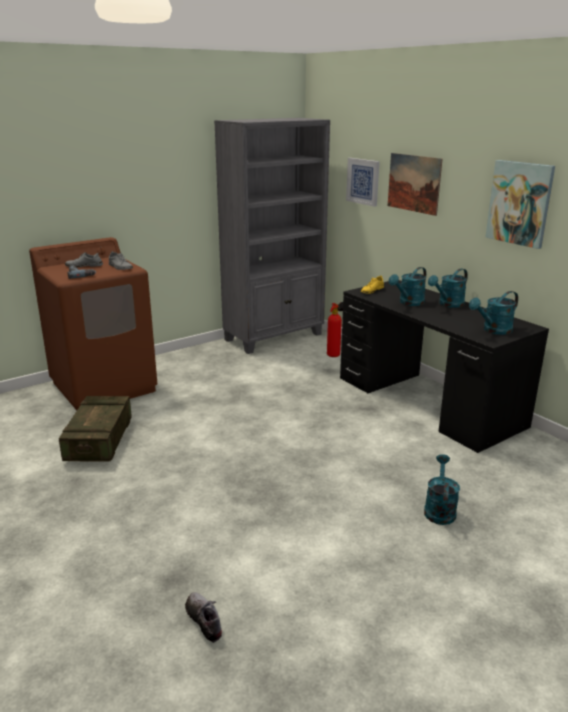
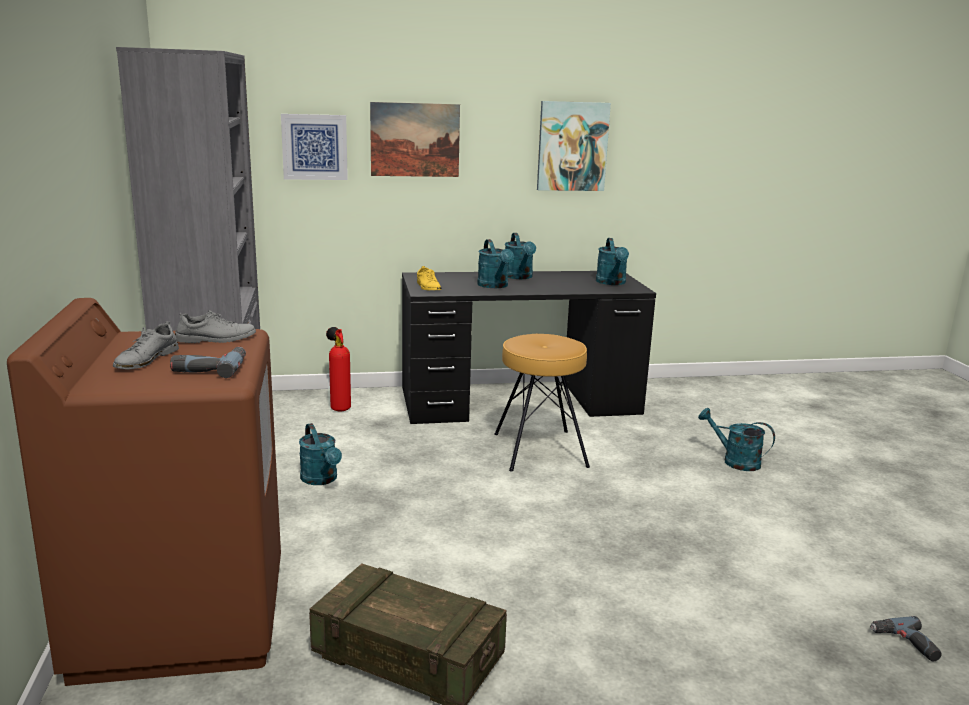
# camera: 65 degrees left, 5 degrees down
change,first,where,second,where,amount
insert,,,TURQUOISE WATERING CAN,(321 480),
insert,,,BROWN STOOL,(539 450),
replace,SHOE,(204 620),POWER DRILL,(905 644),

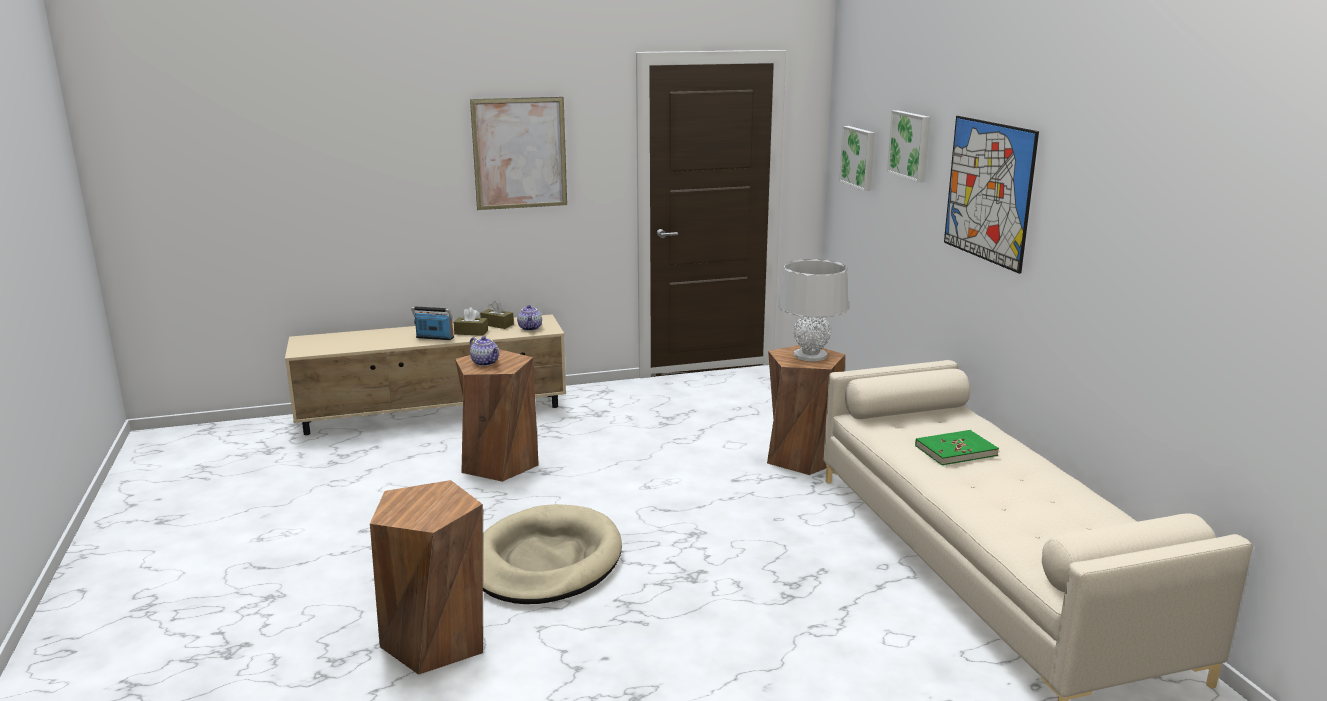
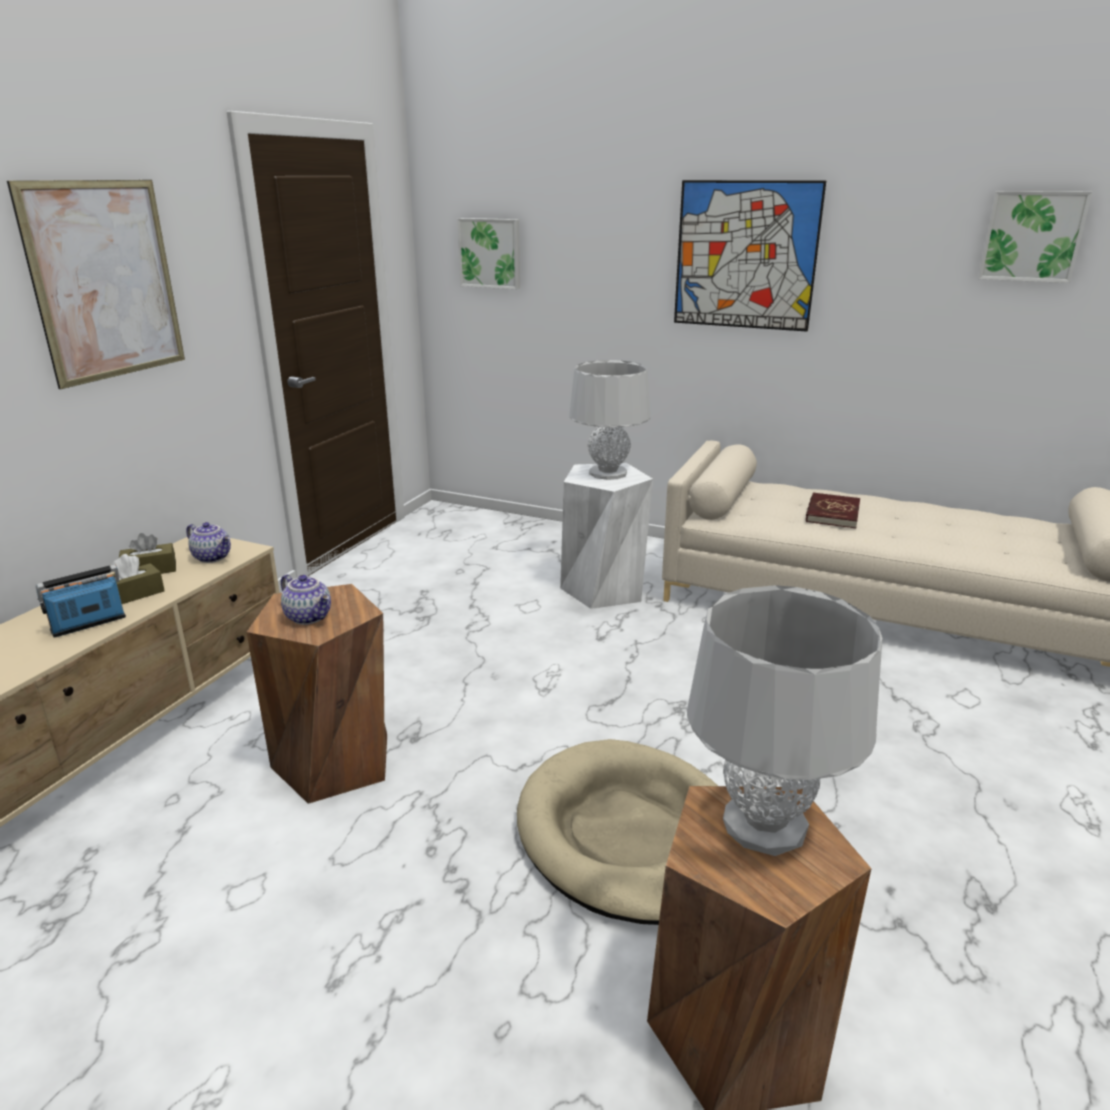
# camera: 50 degrees left, 5 degrees up
change,first,where,second,where,amount
insert,,,GREY TABLE LAMP,(765 824),
move,PICTURE,(911 145),,(1032 236),
recolor,BROWN STOOL,(802 457),WHITE STOOL,(603 589),
recolor,GREEN BOOK,(955 450),RED BOOK,(832 513),
rotate,TEAPOT,(486 363),,(309 617),45 degrees clockwise

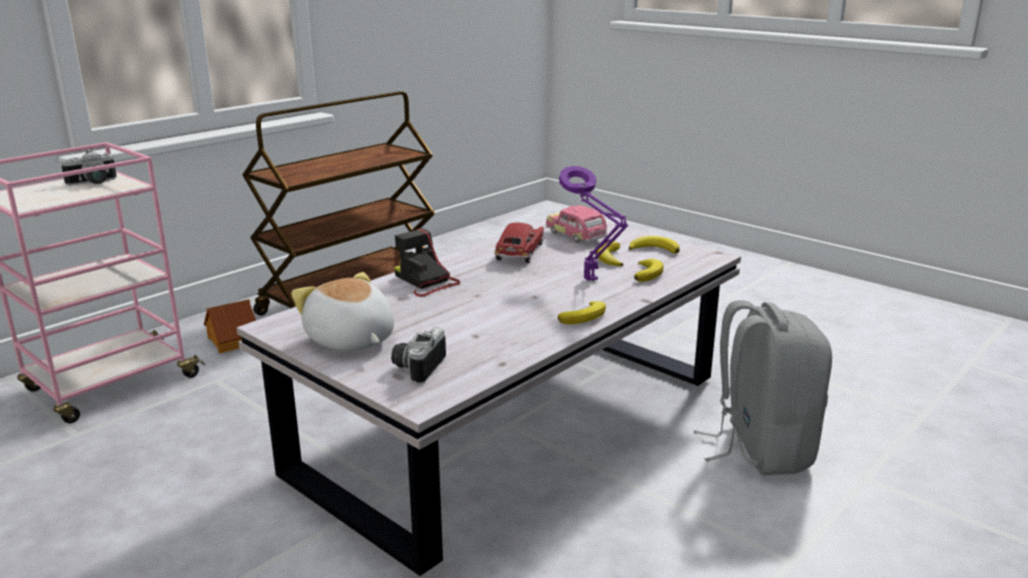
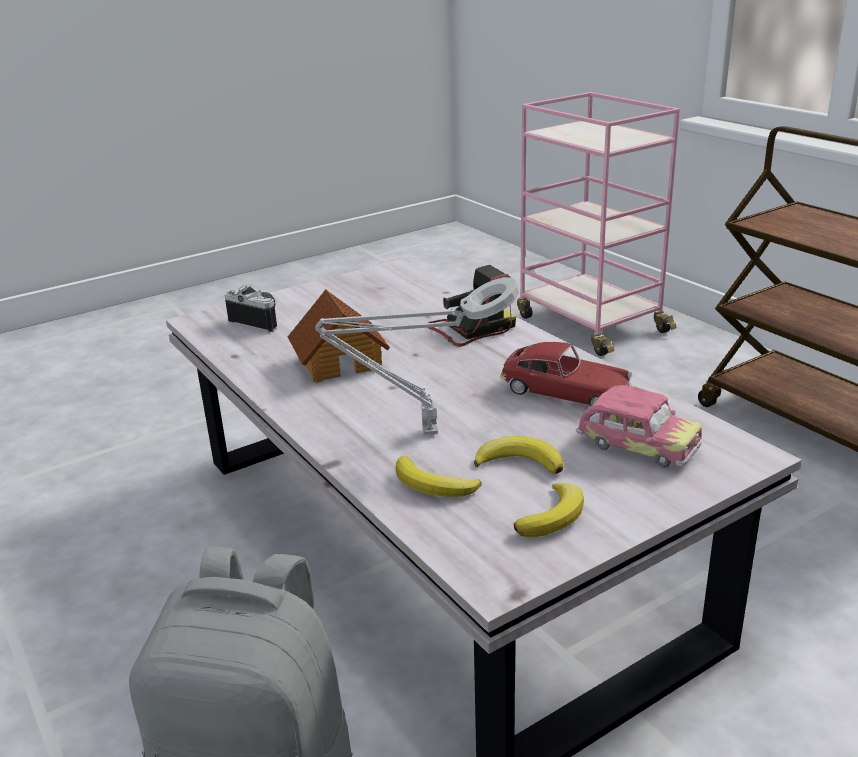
# camera: 105 degrees right, 5 degrees up
change,first,where,second,where,amount
delete,PHOTO CAMERA,(93 183),,,
delete,PLUSH TOY,(350 340),,,
delete,BANANA,(585 317),,,
move,TOY HOUSE,(232 341),,(340 362),
recolor,PURPLE TABLE LAMP,(592 281),GREY TABLE LAMP,(423 432),
rotate,TOY CAR,(576 236),,(637 446),60 degrees clockwise

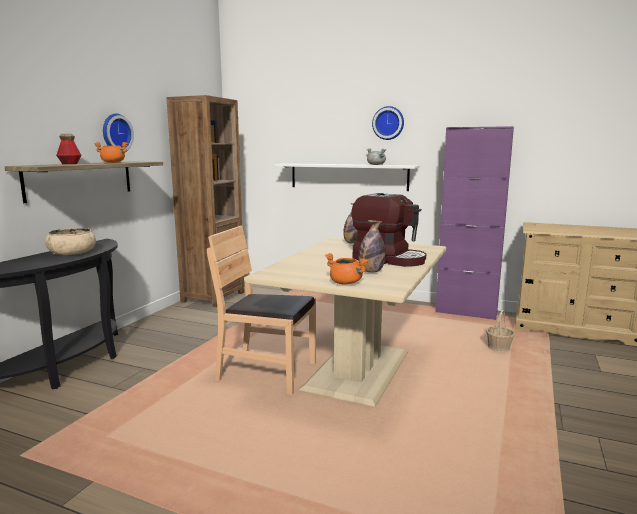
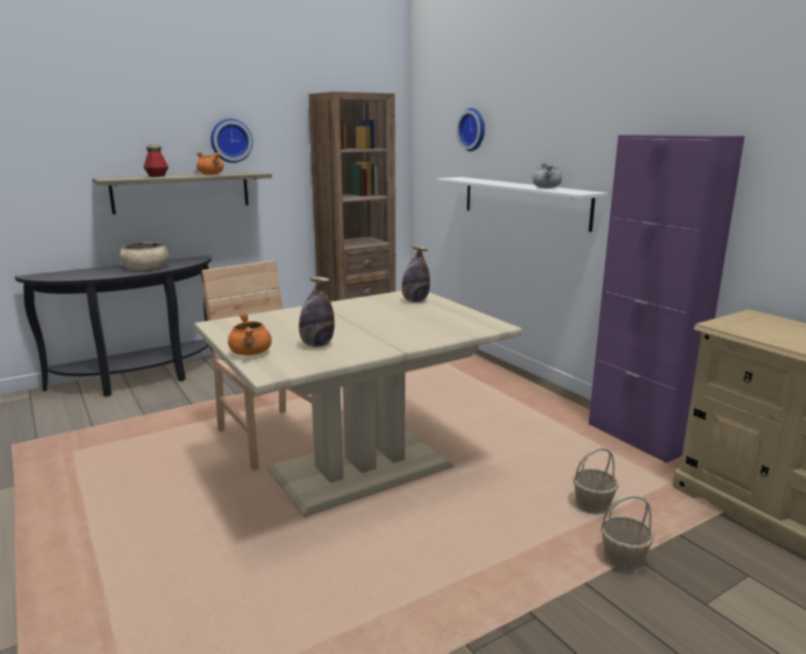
# camera: 35 degrees right, 5 degrees up
change,first,where,second,where,amount
delete,COFFEE MACHINE,(389 259),,,
insert,,,BASKET,(624 558),
move,WALL CLOCK,(388 123),,(473 129),

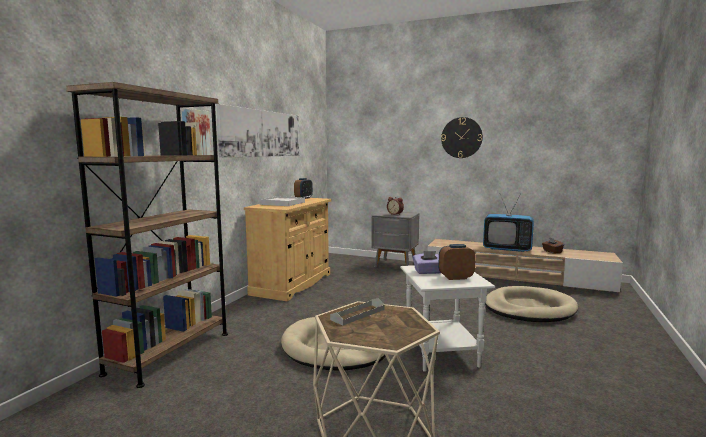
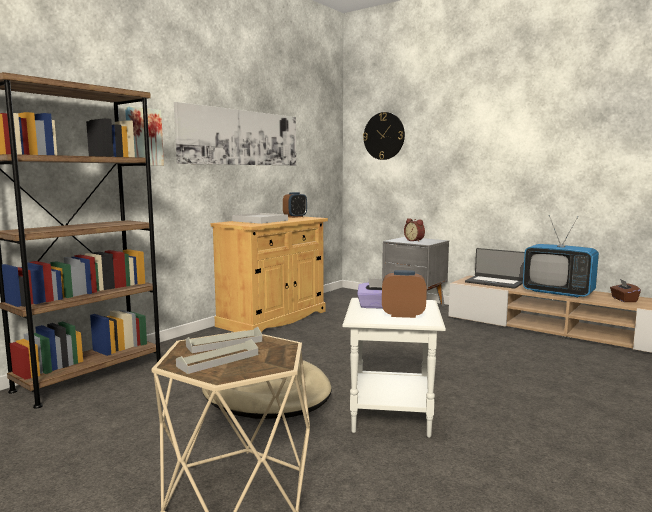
# camera: 15 degrees right, 0 degrees up
change,first,where,second,where,amount
delete,BEIGE DOG BED,(529 308),,,
insert,,,GREY TRAY,(218 360),
insert,,,LAPTOP,(494 282),
move,WALL CLOCK,(461 137),,(384 136),

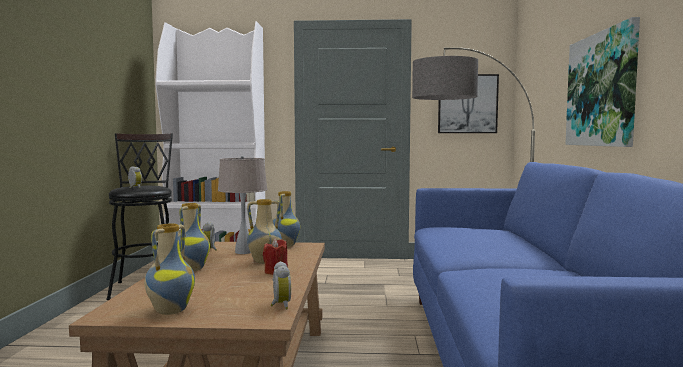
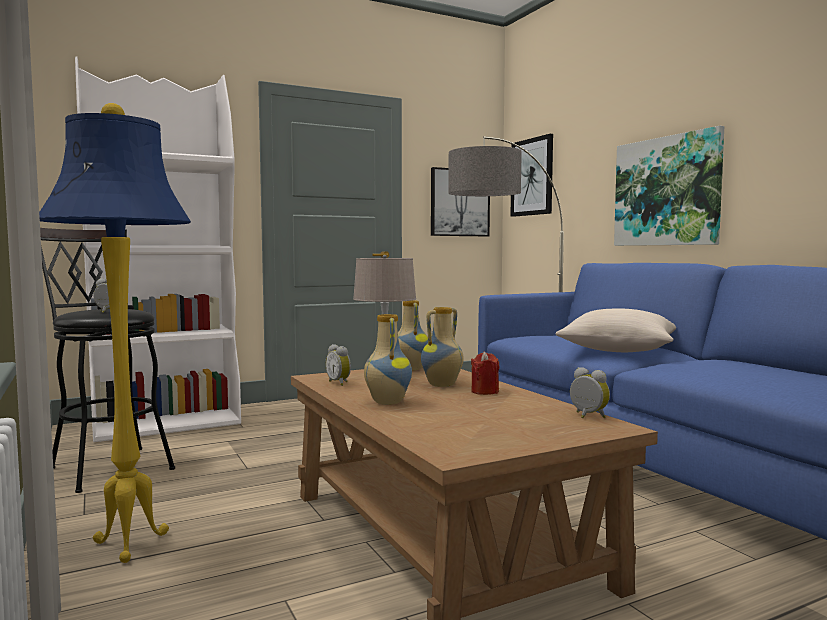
# camera: 30 degrees left, 0 degrees up
change,first,where,second,where,amount
delete,VASE,(170 311),,,
insert,,,BLUE FLOOR LAMP,(131 547),
insert,,,PICTURE,(532 177),
insert,,,BEIGE PILLOW,(618 350),

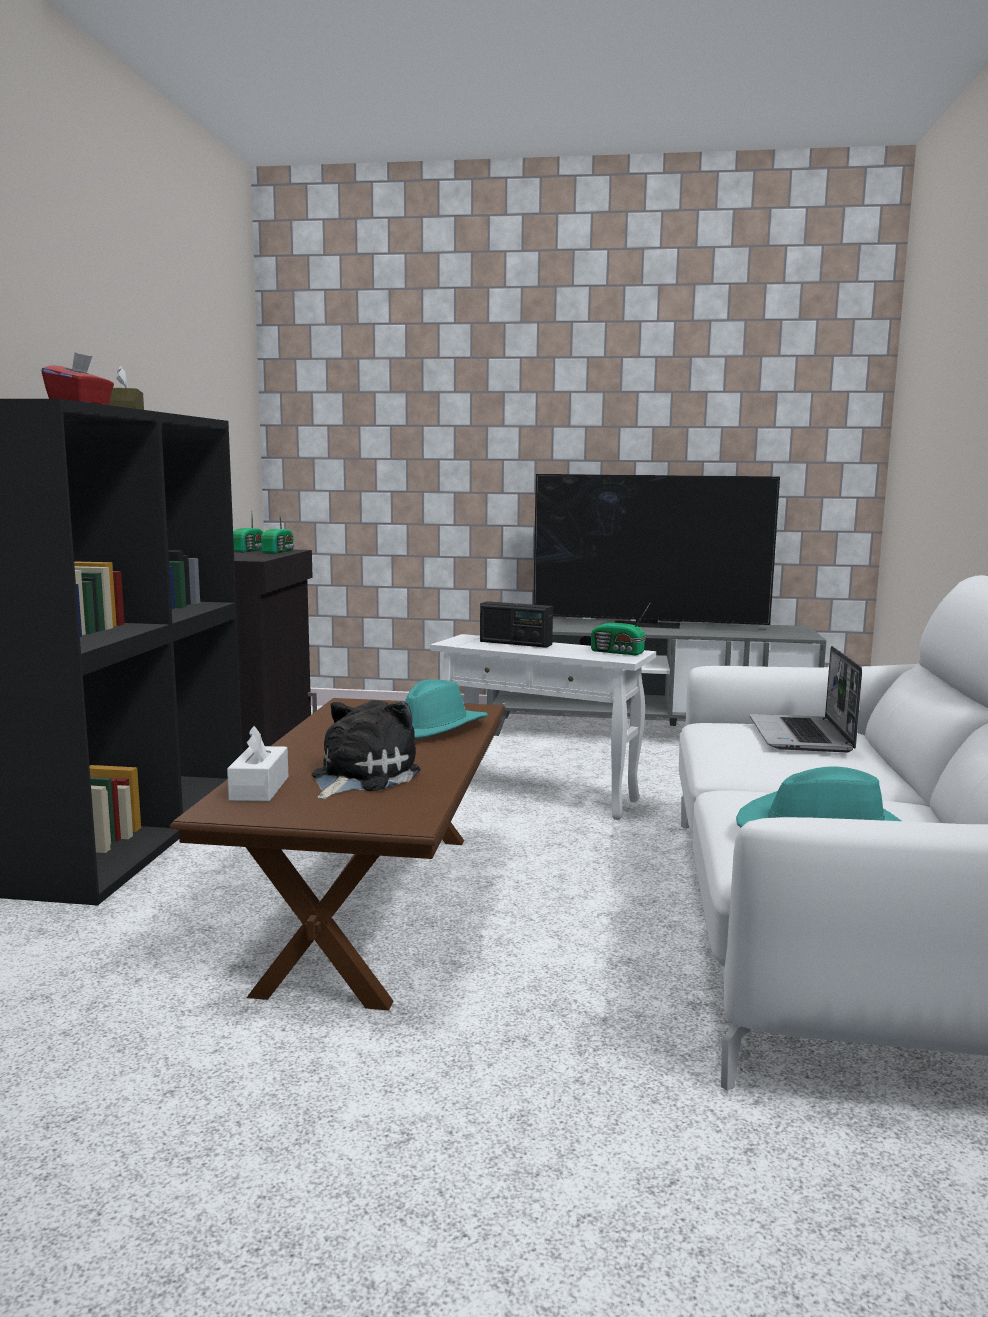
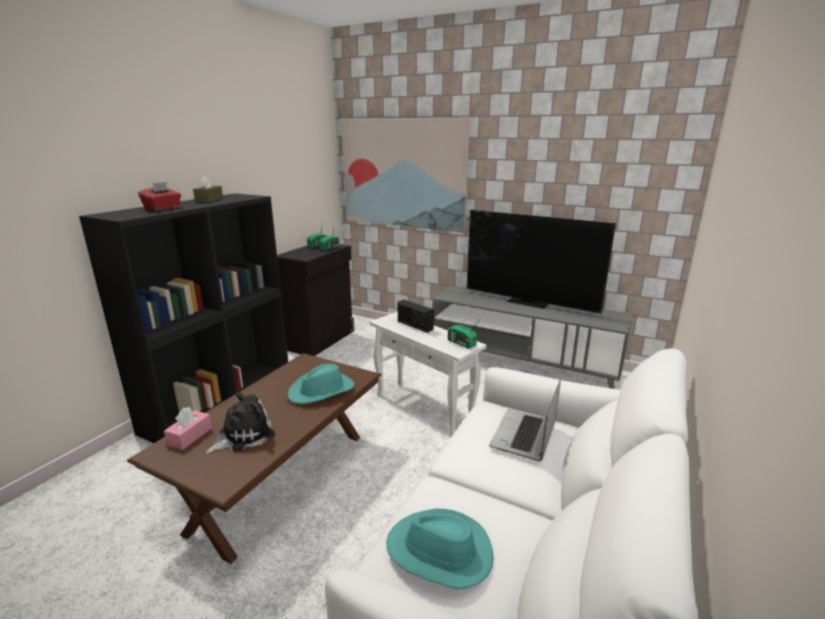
# camera: 20 degrees right, 10 degrees up
change,first,where,second,where,amount
insert,,,PICTURE,(403 173),
recolor,WHITE TISSUE BOX,(259 788),PINK TISSUE BOX,(190 436),

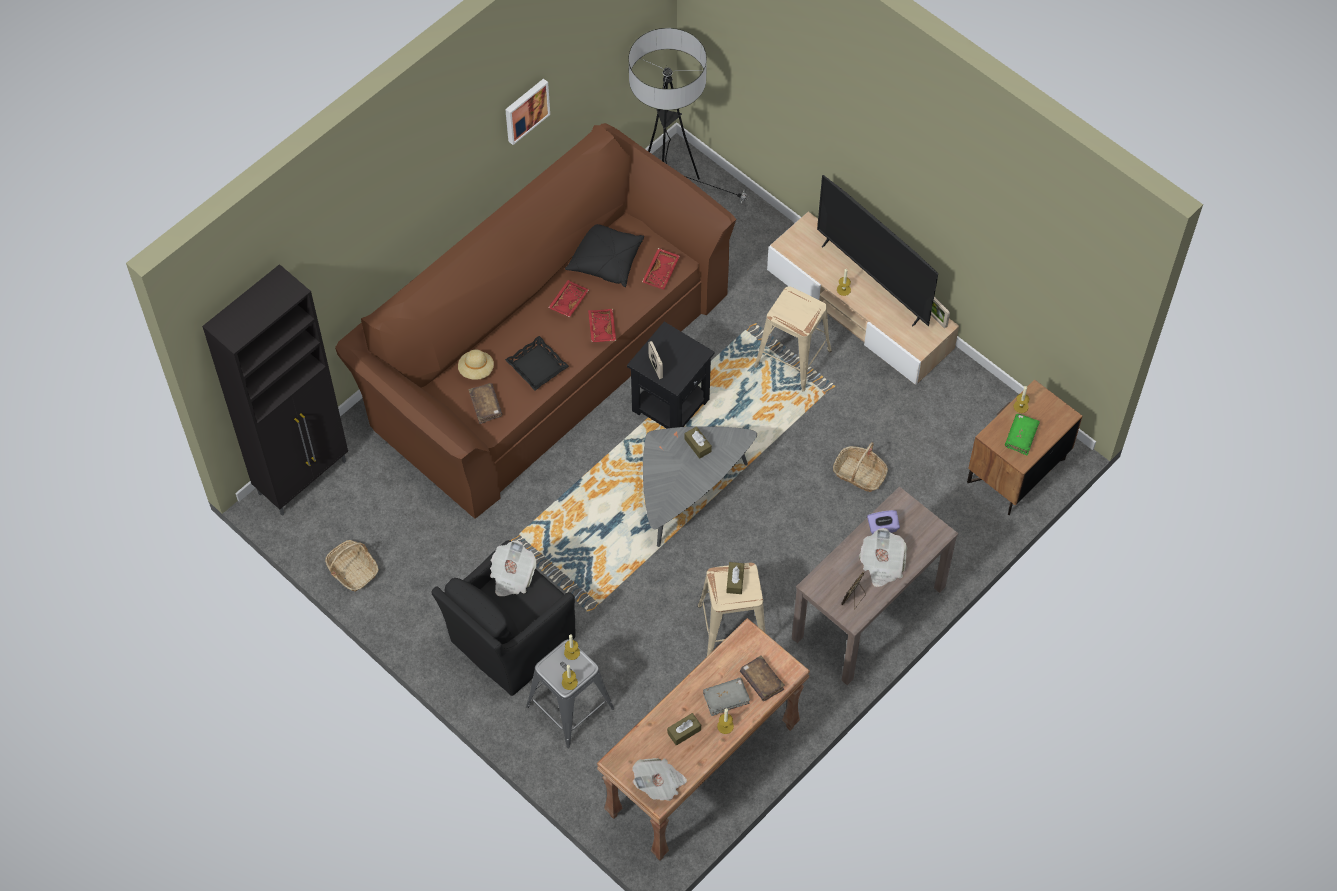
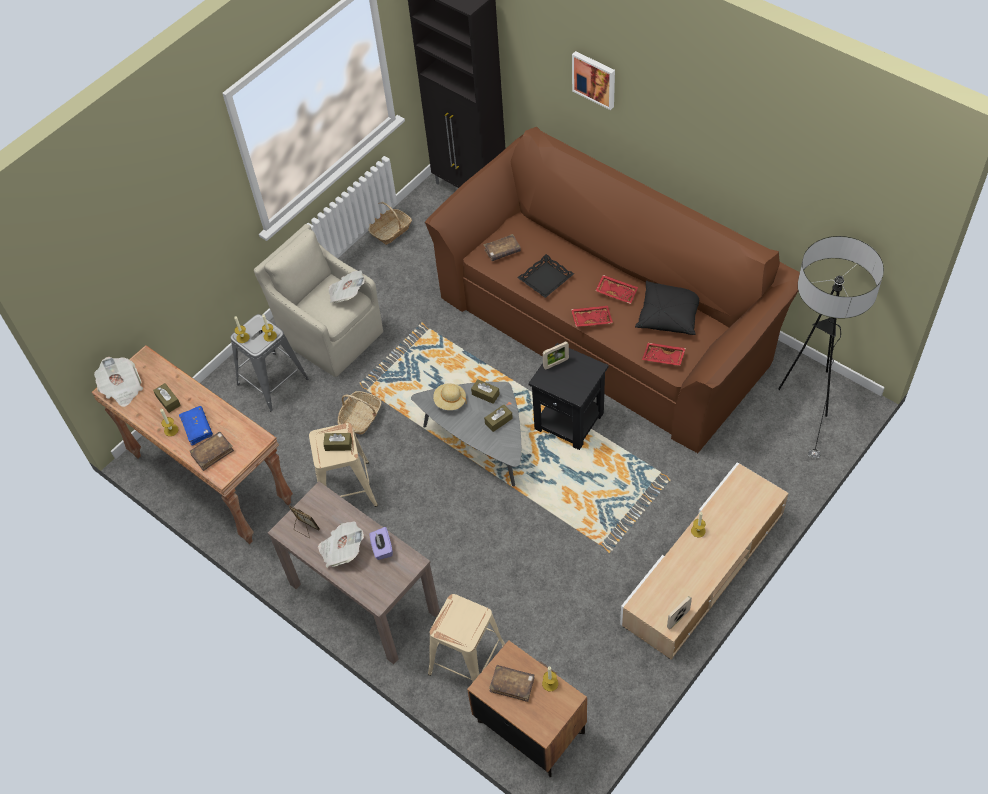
# camera: 90 degrees right, 5 degrees down
change,first,where,second,where,amount
delete,TELEVISION,(873 281),,,
insert,,,BROWN TISSUE BOX,(485 394),
move,BEIGE HAT,(476 370),,(450 401),
move,PICTURE,(525 110),,(594 79),
move,BEIGE STOOL,(793 358),,(468 661),
move,BASKET,(859 474),,(361 417),
recolor,BLACK ARMCHAIR,(509 642),BEIGE ARMCHAIR,(330 335),
recolor,GREY BOOK,(726 698),BLUE BOOK,(197 428),
recolor,GREEN BOOK,(1021 436),BROWN BOOK,(512 685),

